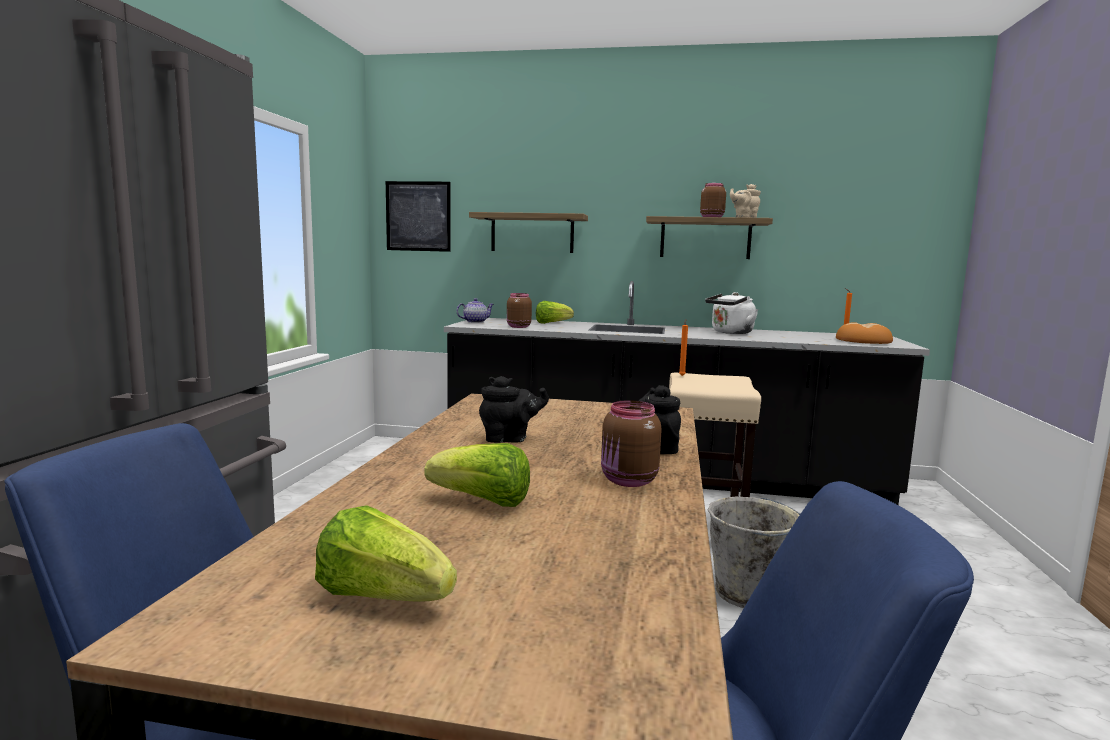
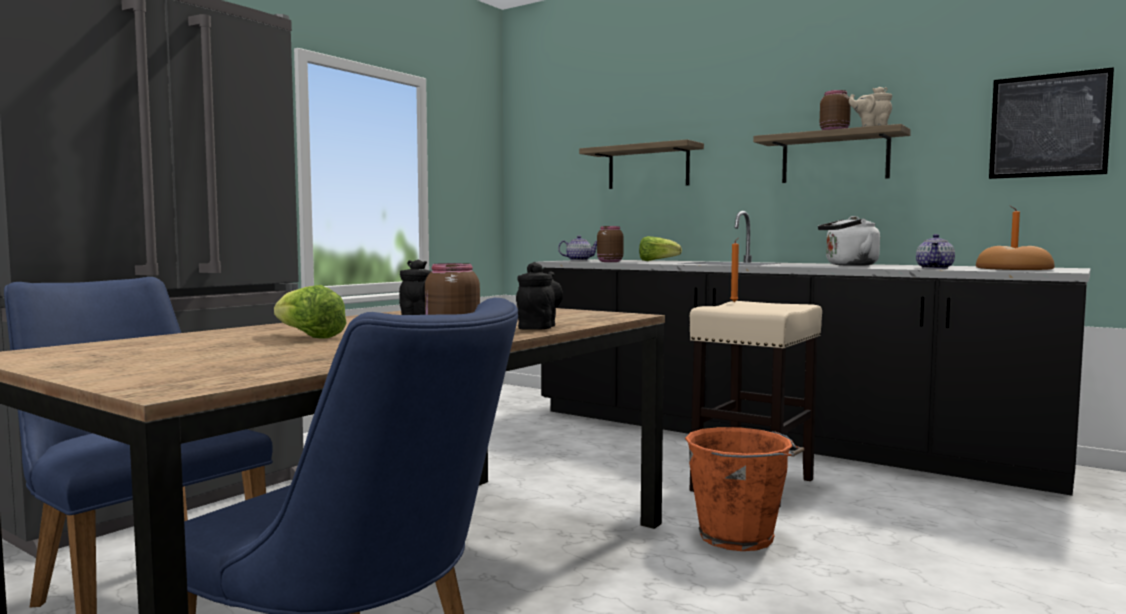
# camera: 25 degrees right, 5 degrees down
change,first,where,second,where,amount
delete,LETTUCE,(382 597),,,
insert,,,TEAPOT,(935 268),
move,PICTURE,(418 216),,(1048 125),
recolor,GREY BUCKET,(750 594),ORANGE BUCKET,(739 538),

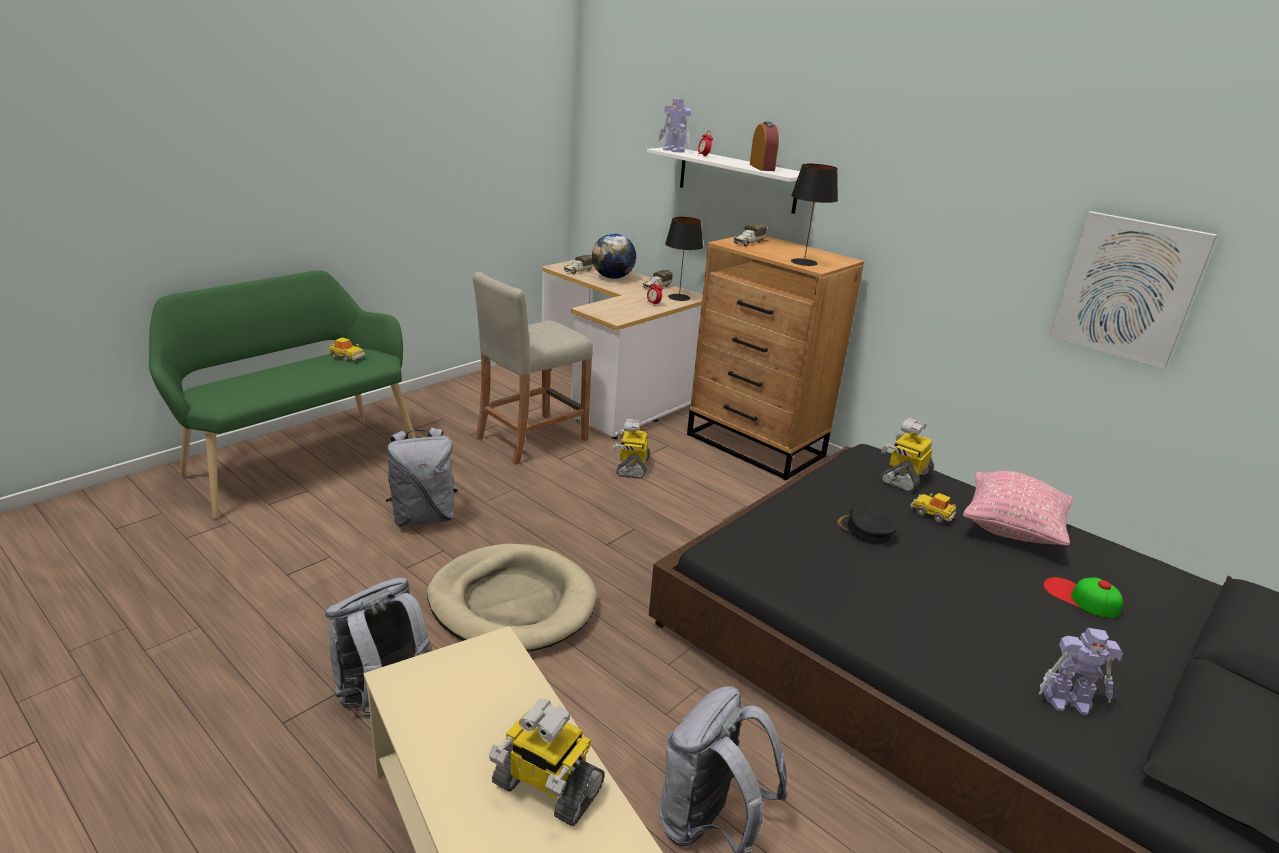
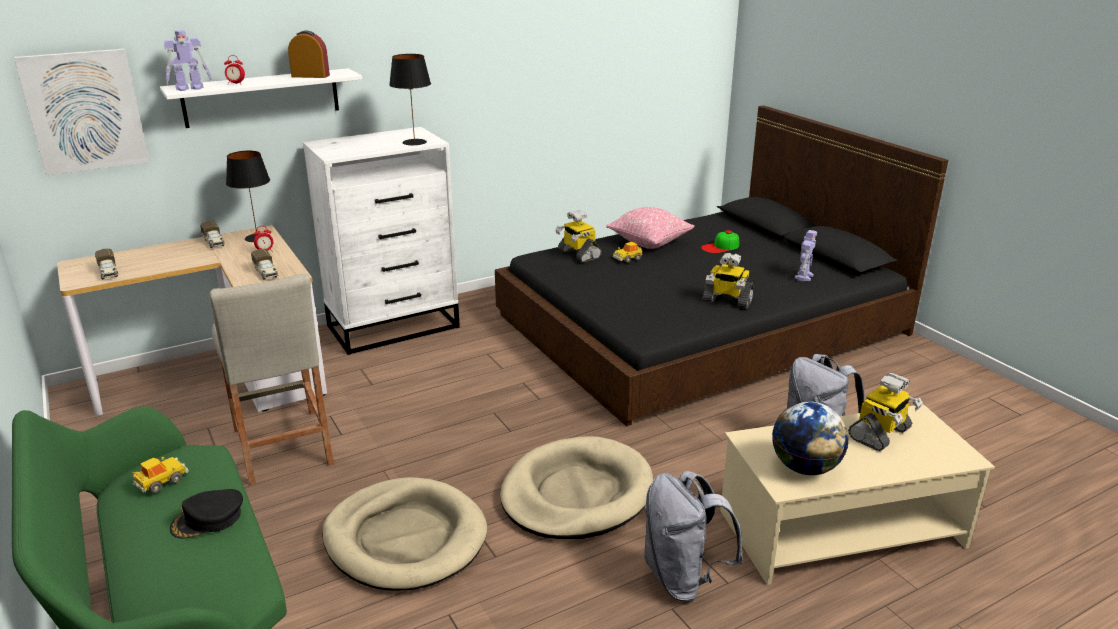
# camera: 70 degrees left, 0 degrees up
change,first,where,second,where,amount
move,GLOBE,(612 277),,(805 468),
move,TOY ROBOT,(632 466),,(727 301),
move,TOY TRUCK,(748 243),,(266 273),
move,BLACK CAP,(864 530),,(208 519),
move,PICTURE,(1128 288),,(84 111),
replace,GREY BACKPACK,(423 517),BEIGE DOG BED,(405 538),
recolor,BROWN DRESSER,(756 446),WHITE DRESSER,(394 326),

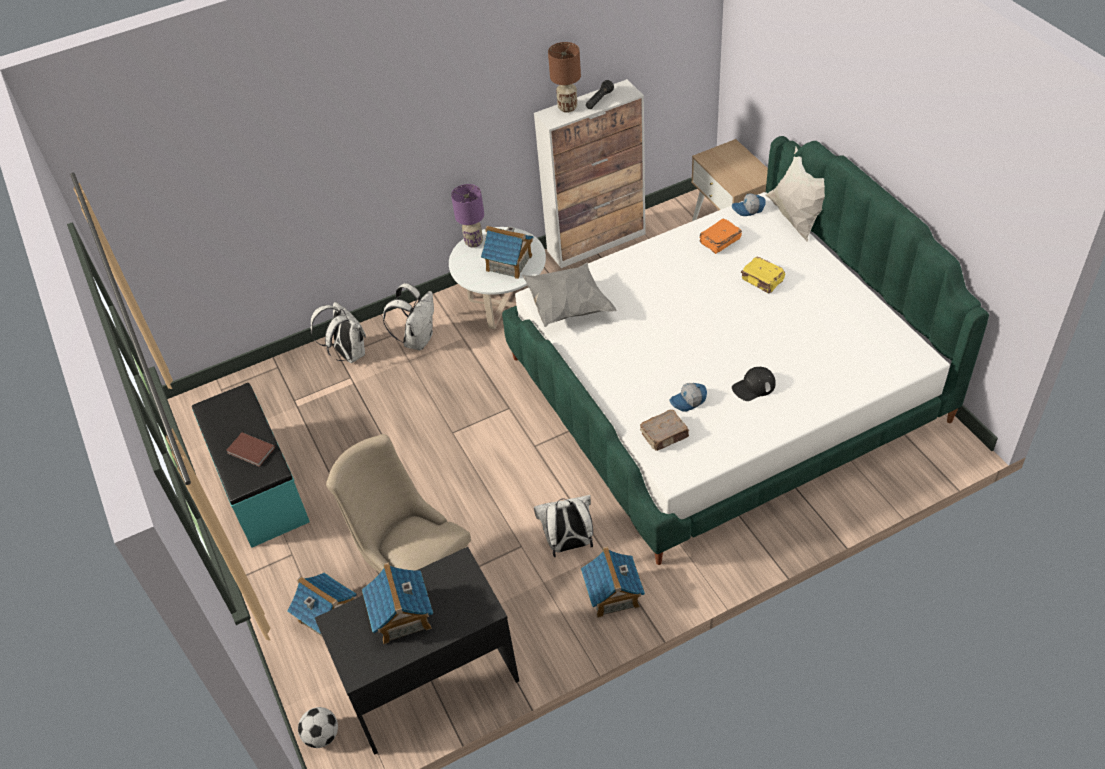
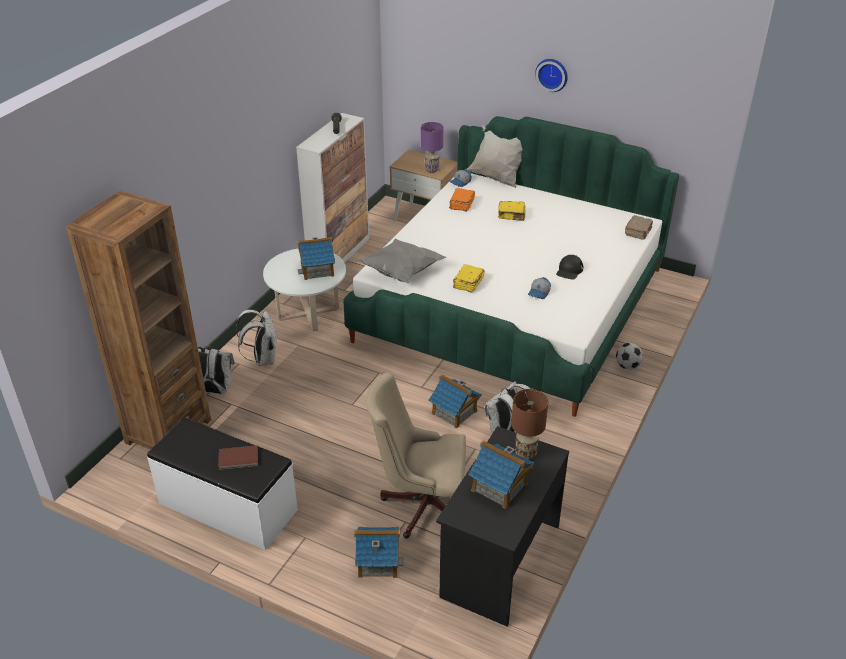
# camera: 40 degrees left, 10 degrees down
change,first,where,second,where,amount
insert,,,BROWN BOOKCASE,(168 431),
insert,,,YELLOW BOOK,(468 283),
insert,,,WALL CLOCK,(552 74),
move,FOOTBALL,(322 736),,(627 366),
move,PURPLE TABLE LAMP,(473 242),,(431 170),
move,BROWN TABLE LAMP,(567 108),,(525 454),
move,TOY HOUSE,(613 595),,(454 412),
move,BROWN BOOK,(665 435),,(638 232),
recolor,TURQUOISE BENCH,(259 486),WHITE BENCH,(227 507),

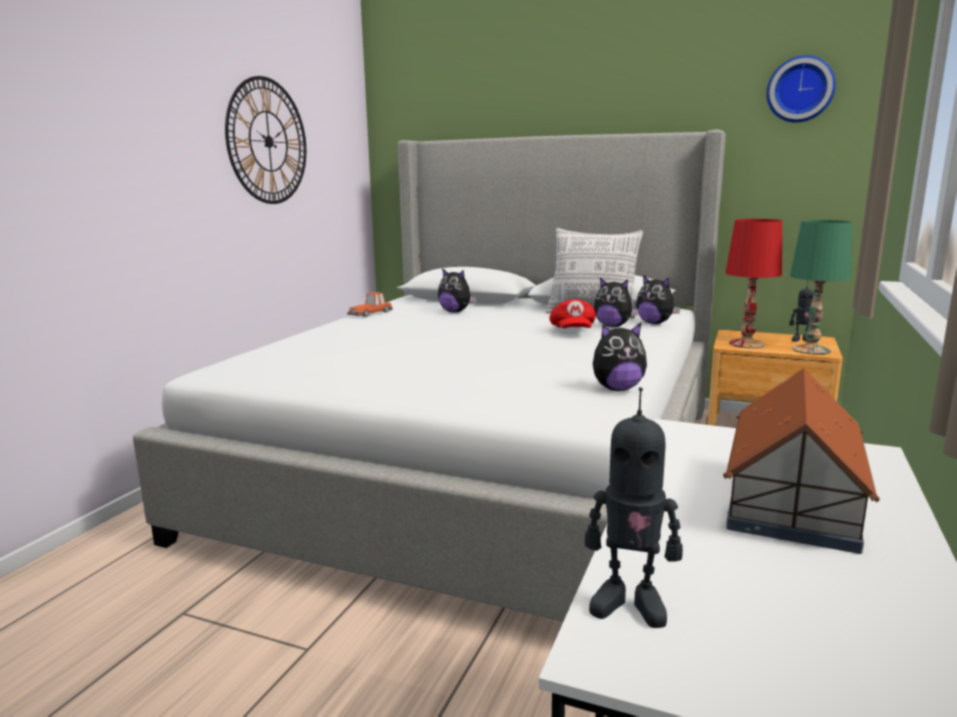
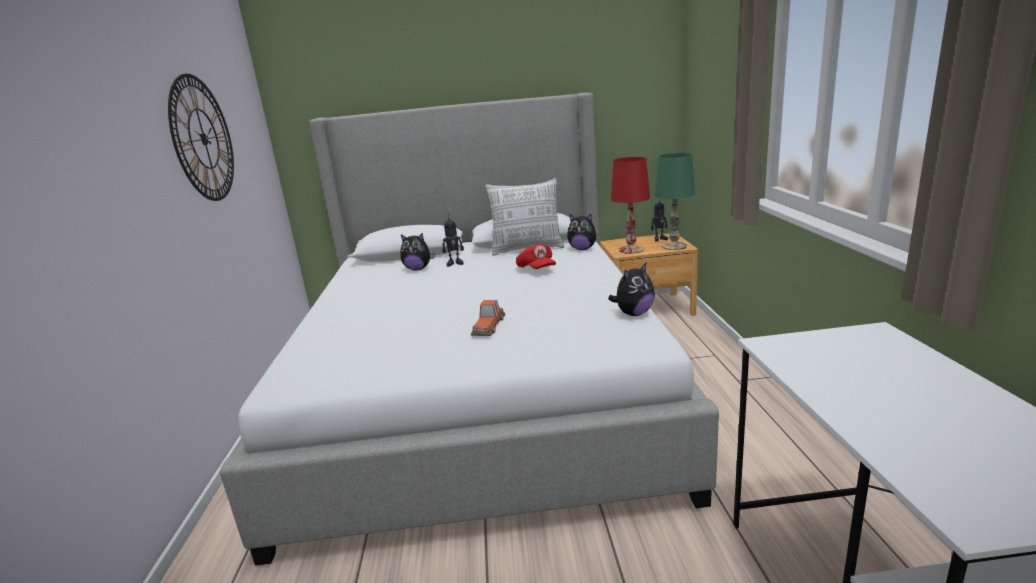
# camera: 25 degrees left, 5 degrees up
change,first,where,second,where,amount
delete,PLUSH TOY,(613 326),,,
delete,TOY HOUSE,(793 499),,,
delete,WALL CLOCK,(800 90),,,
move,TOY CAR,(370 313),,(488 326),
move,TOY ROBOT,(629 604),,(455 263),

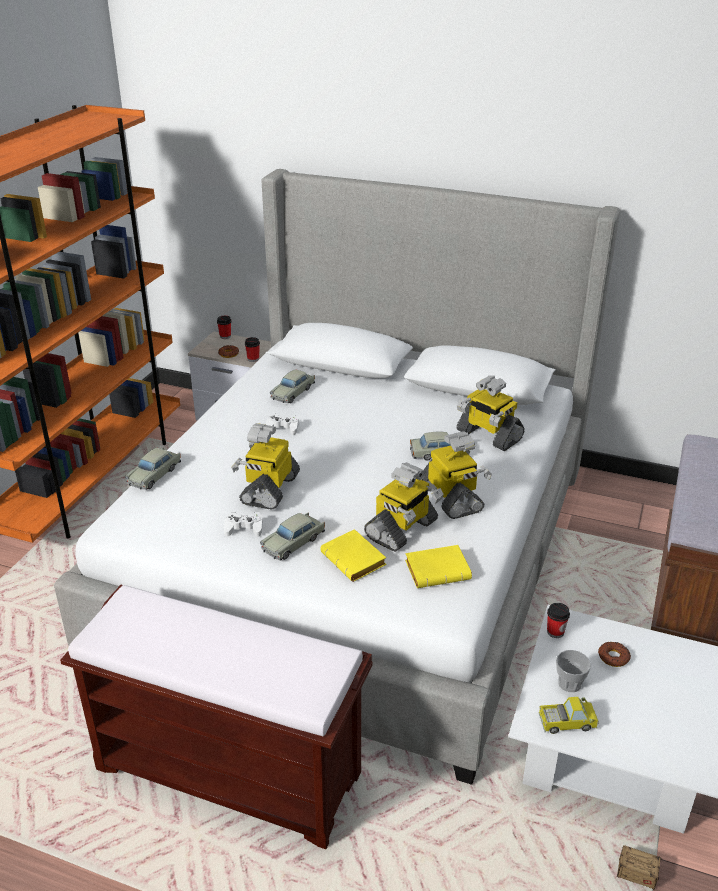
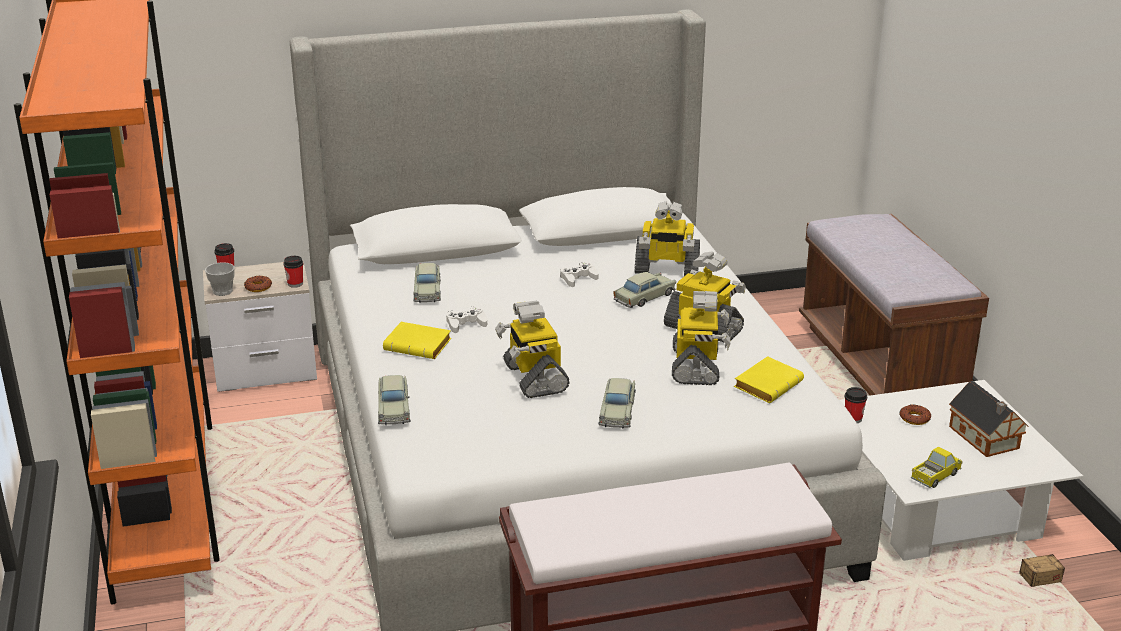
# camera: 35 degrees left, 5 degrees down
change,first,where,second,where,amount
insert,,,TOY HOUSE,(985 439),
move,WHITE GAME CONTROLLER,(244 528),,(578 278),
move,YELLOW BOOK,(356 560),,(420 346),
move,CUP,(569 683),,(222 291),

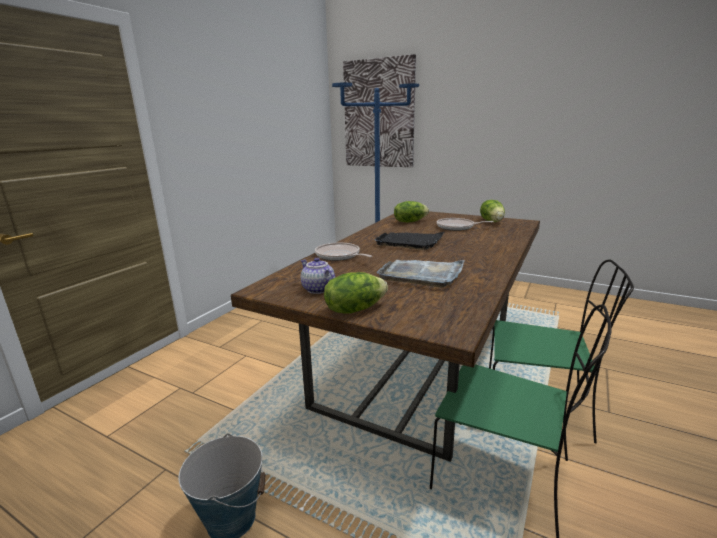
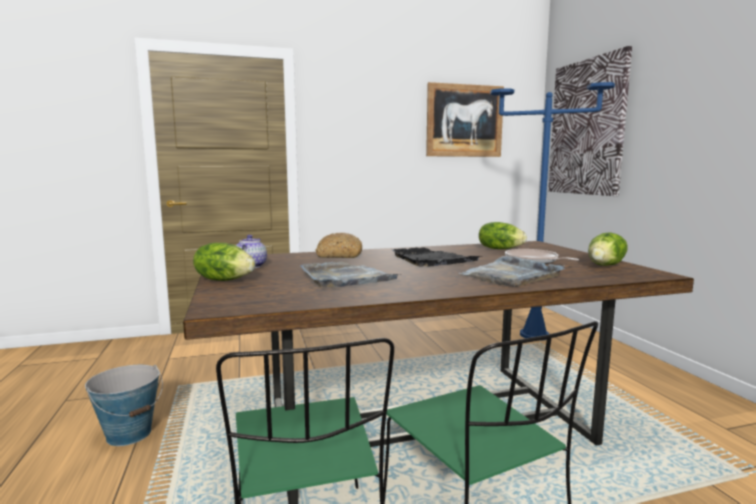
# camera: 45 degrees right, 10 degrees down
change,first,where,second,where,amount
insert,,,PICTURE,(464 121),
insert,,,GREY TRAY,(511 275),
replace,FRYING PAN,(339 256),BREAD,(339 255),

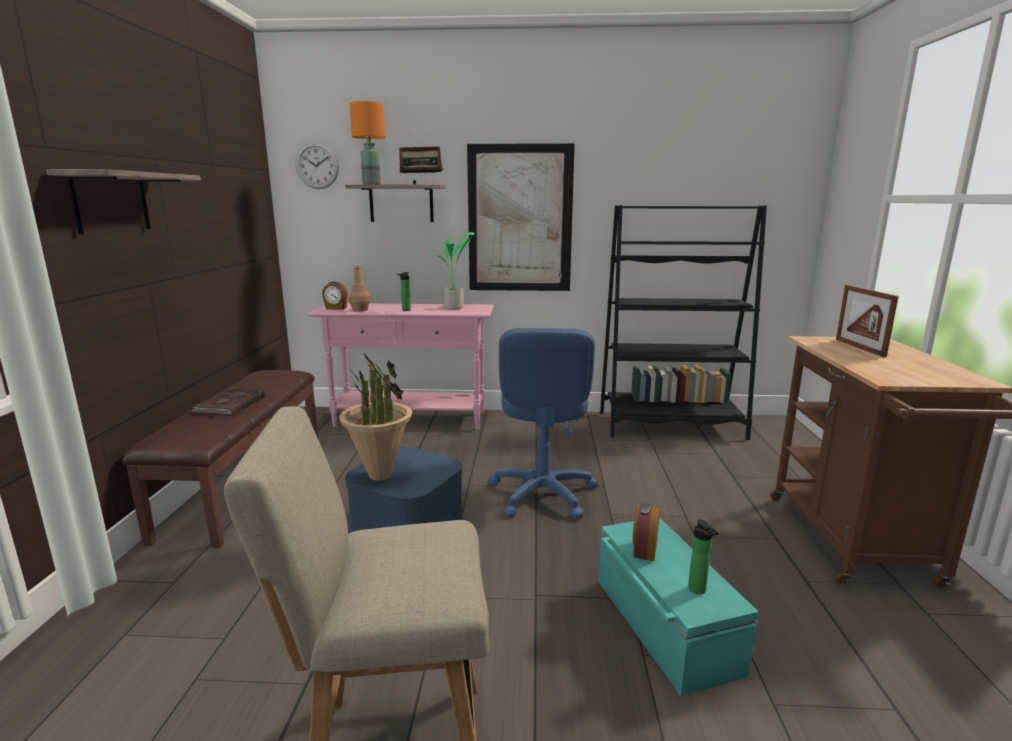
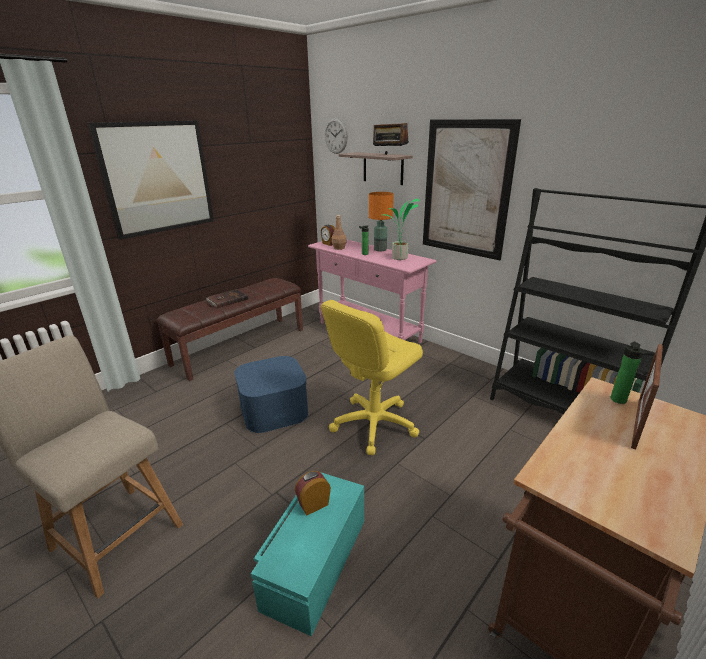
# camera: 40 degrees right, 10 degrees up
change,first,where,second,where,amount
delete,POTTED PLANT,(380 475),,,
move,ORANGE TABLE LAMP,(372 184),,(380 250),
move,BOTTLE,(698 590),,(618 401),
replace,SHELF,(111 202),PICTURE,(157 178),
recolor,BLUE OFFICE CHAIR,(542 494),YELLOW OFFICE CHAIR,(373 424),

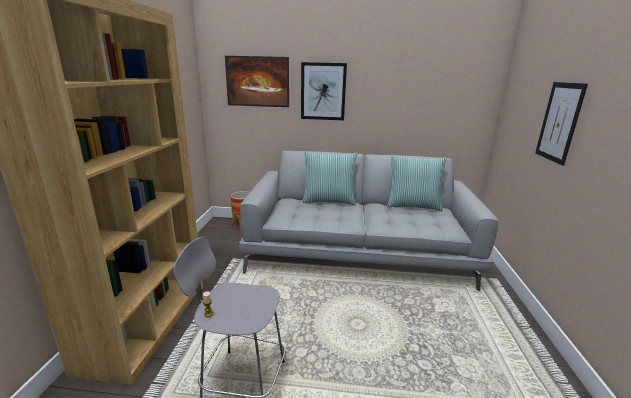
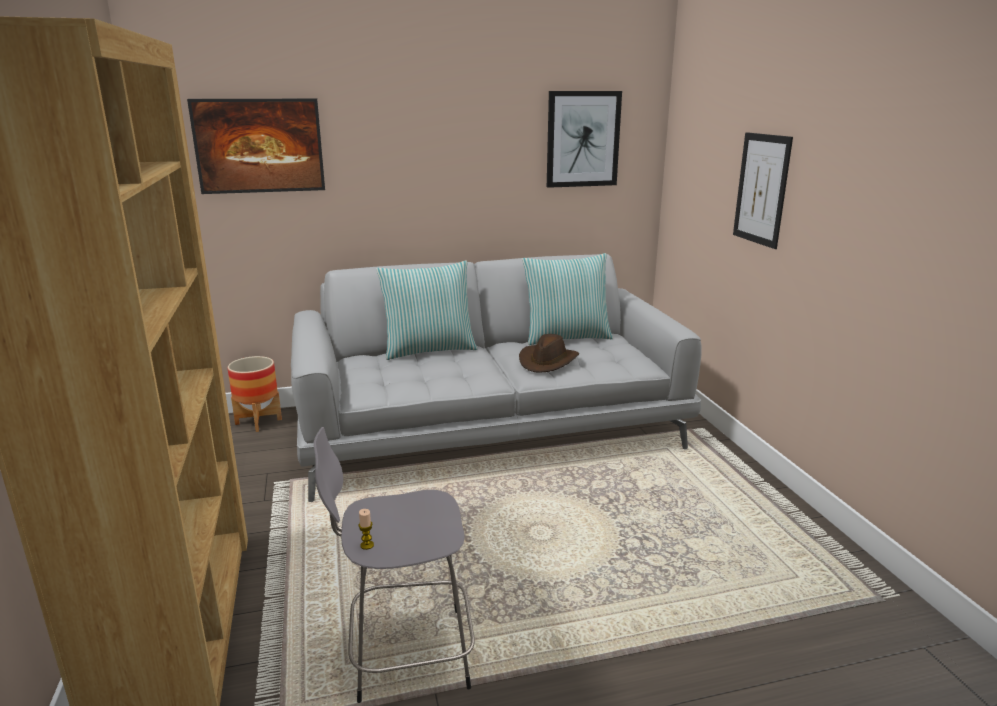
# camera: 20 degrees left, 0 degrees up
change,first,where,second,where,amount
insert,,,BROWN HAT,(548 361),
move,PICTURE,(323 91),,(583 139),

